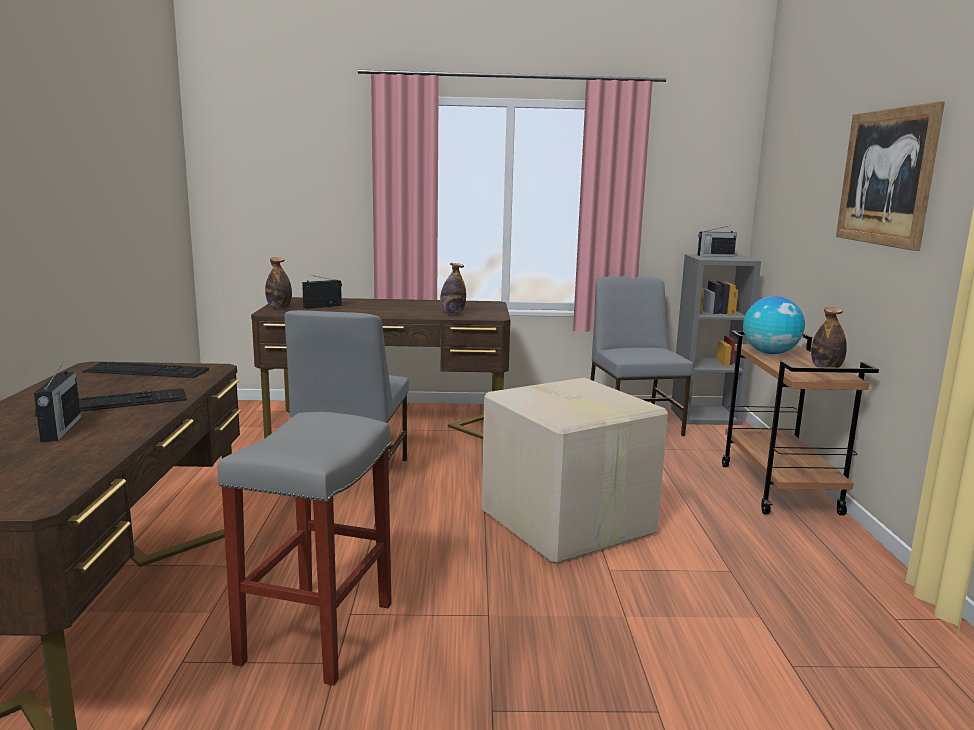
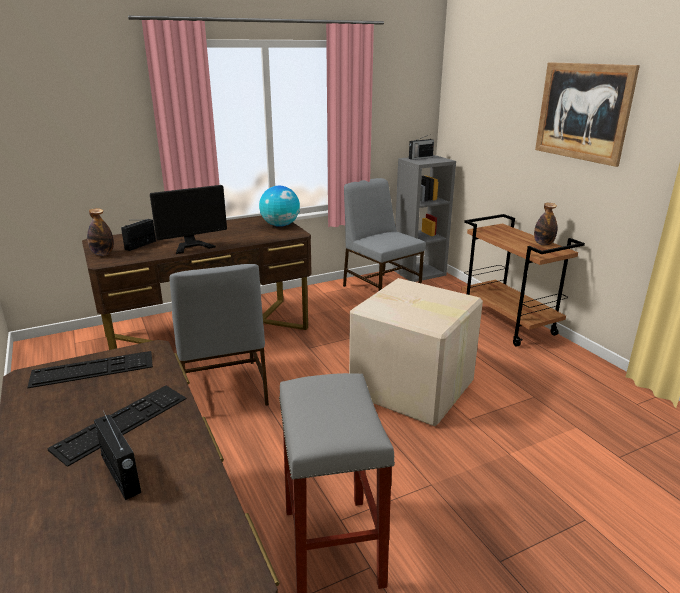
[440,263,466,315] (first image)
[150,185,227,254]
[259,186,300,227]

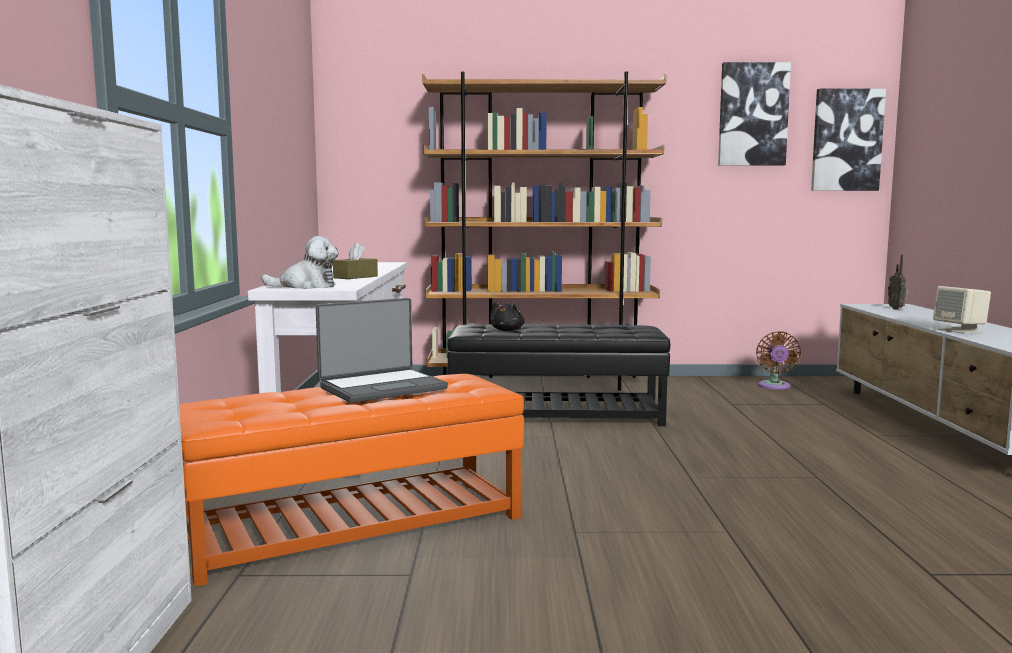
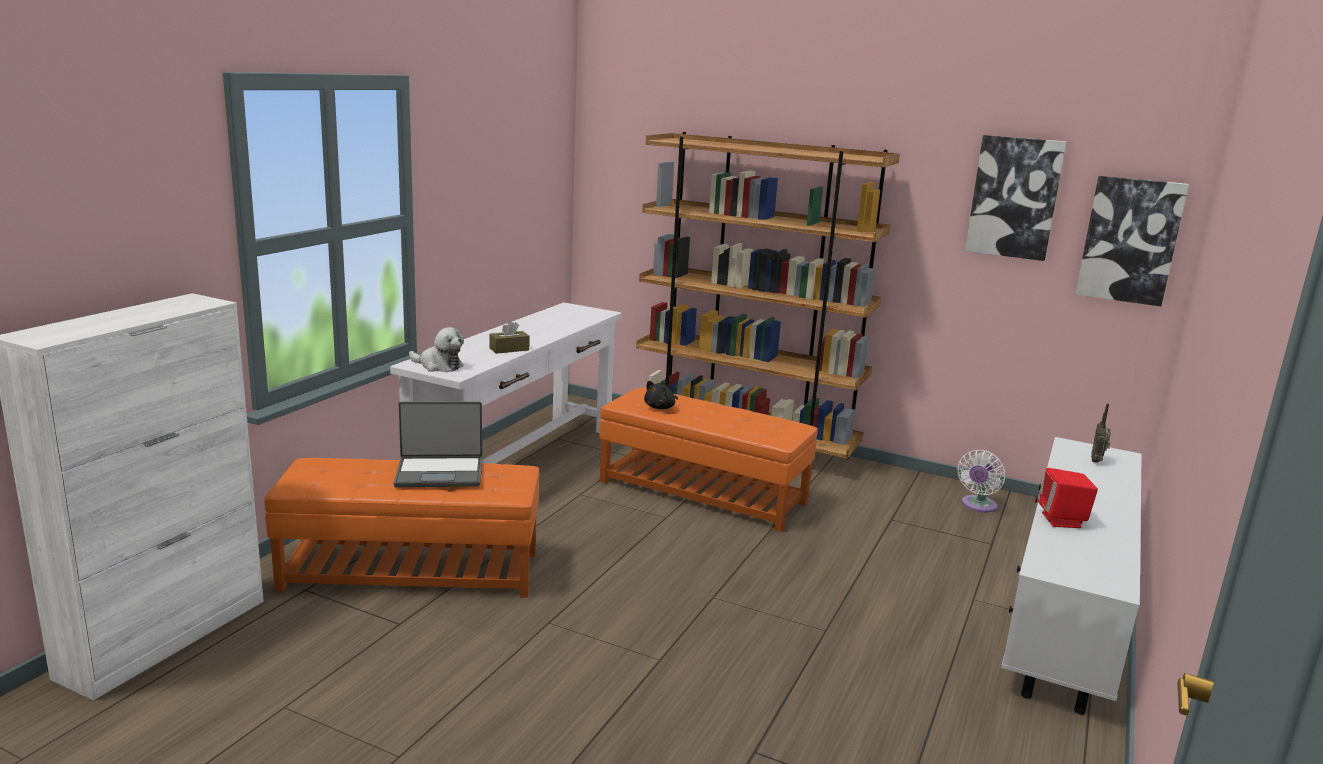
[599,388,818,532]
[957,450,1005,512]
[1037,468,1098,528]

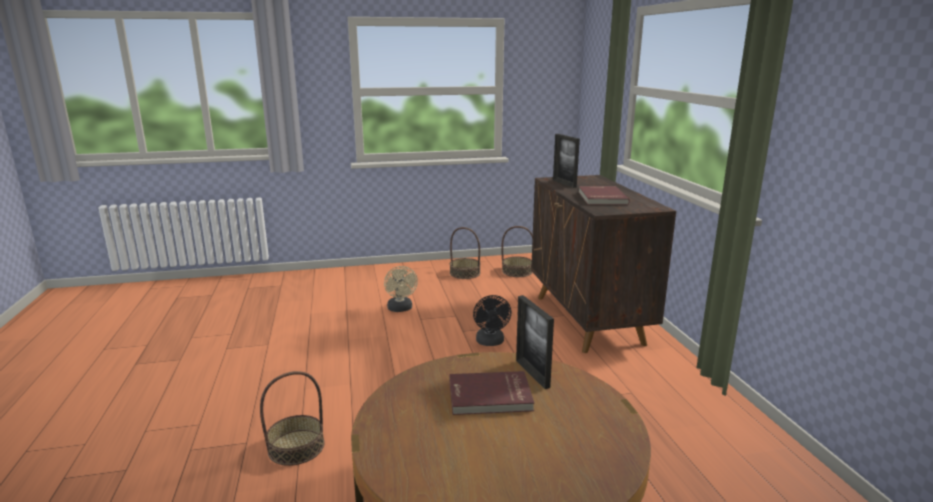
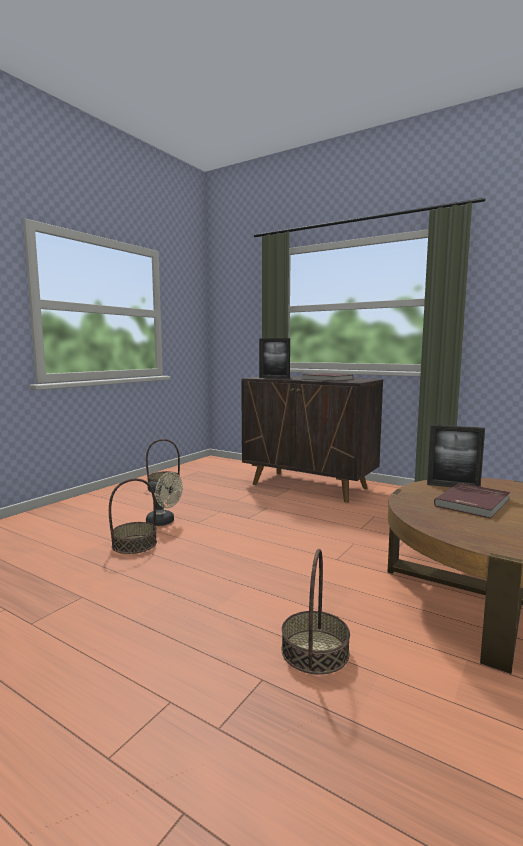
[473,295,511,346] (first image)
[109,478,157,554]

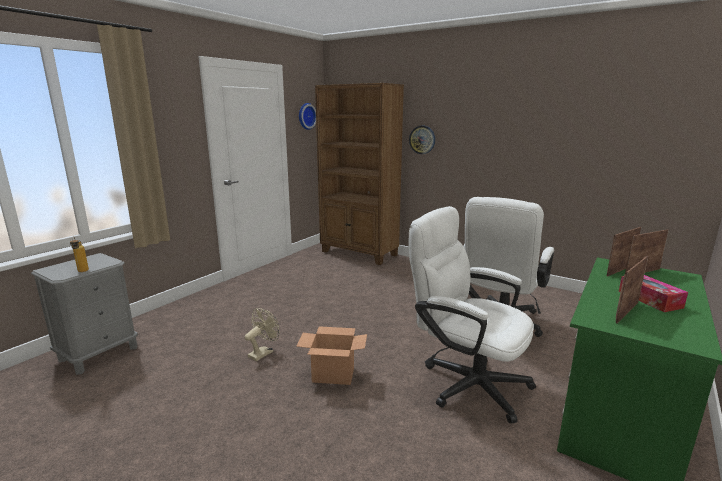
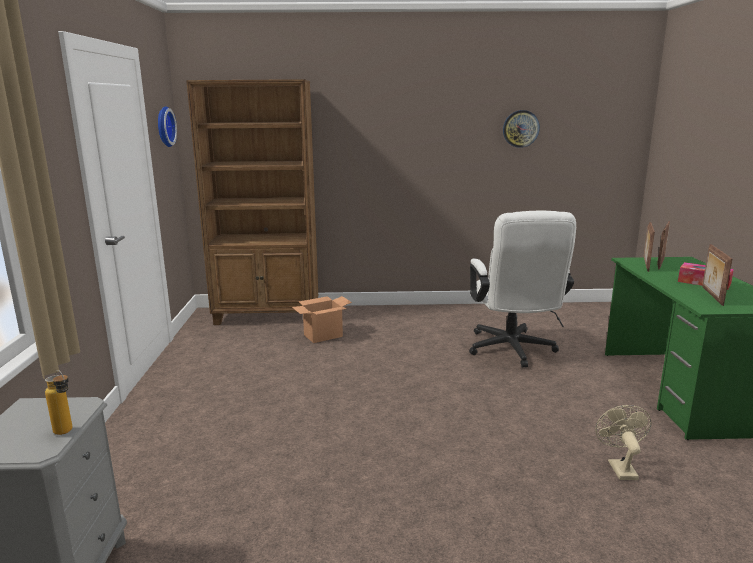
[409,206,536,424] (first image)
[595,405,652,480]
[292,296,352,343]
[503,110,540,148]

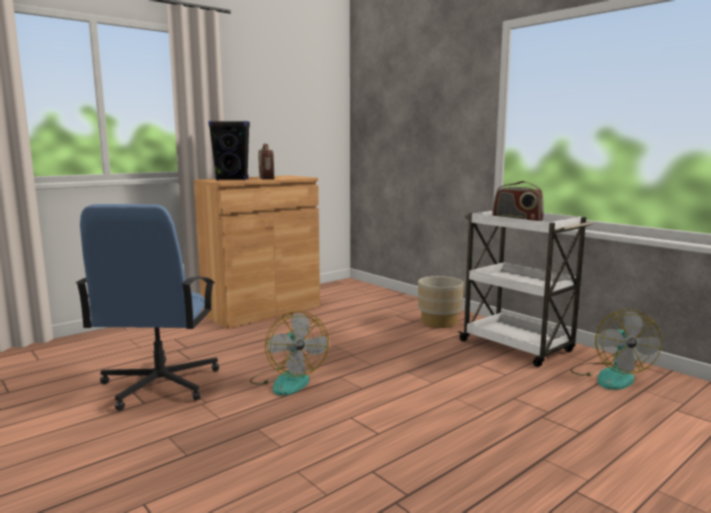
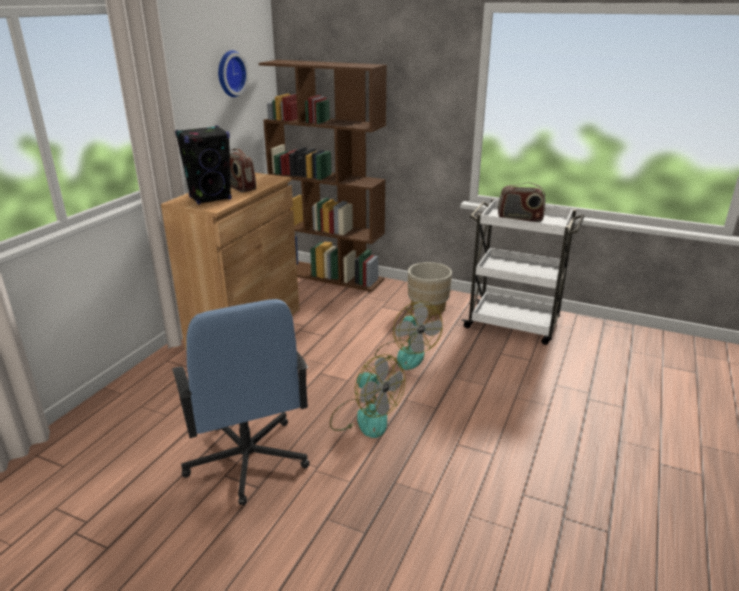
[218,50,249,97]
[259,60,387,292]
[375,301,443,370]

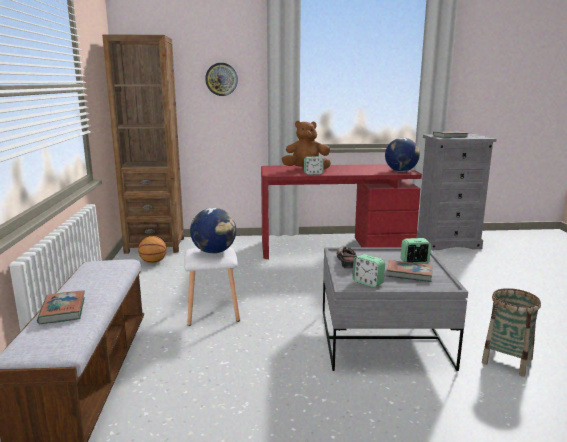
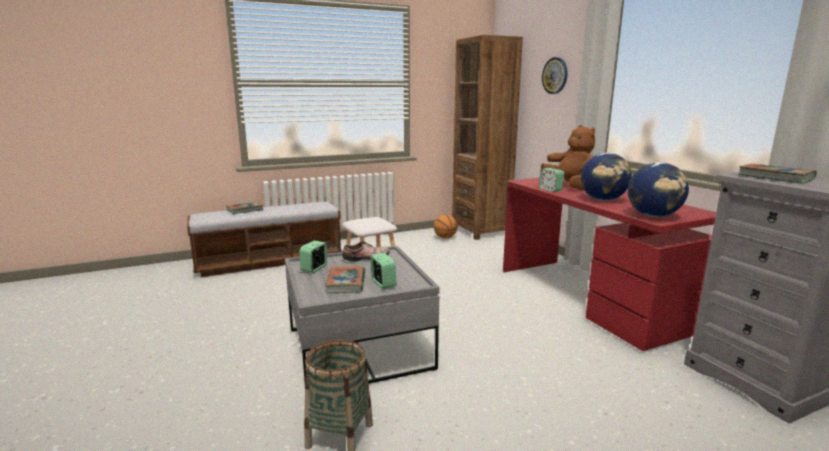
[581,153,632,200]

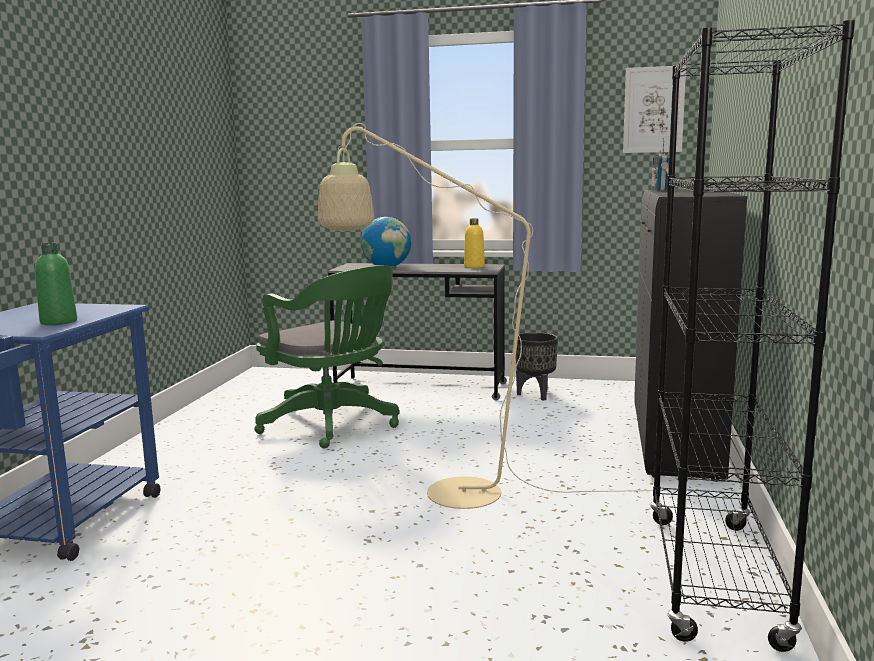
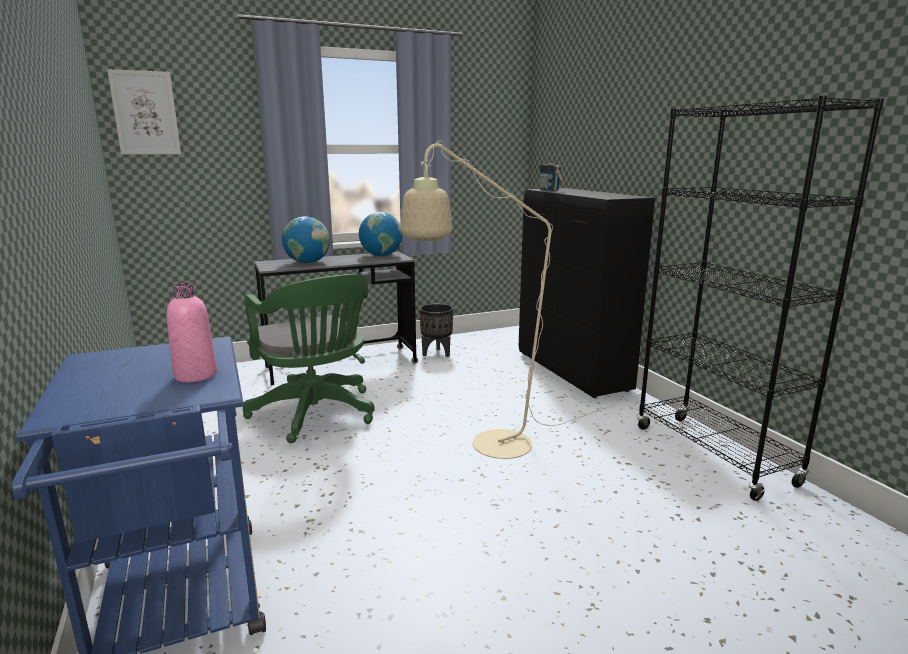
[107,69,181,155]
[359,212,403,256]
[167,283,217,382]
[243,274,375,443]

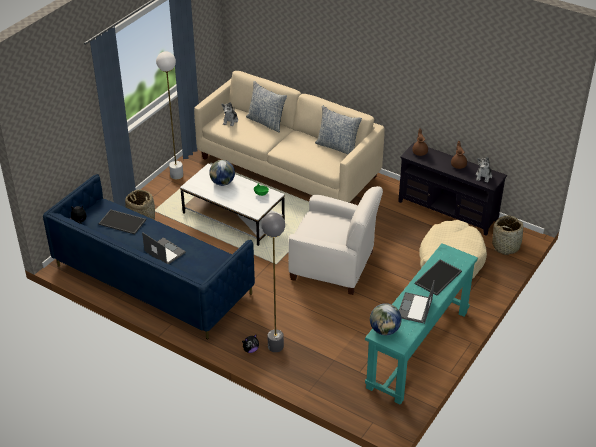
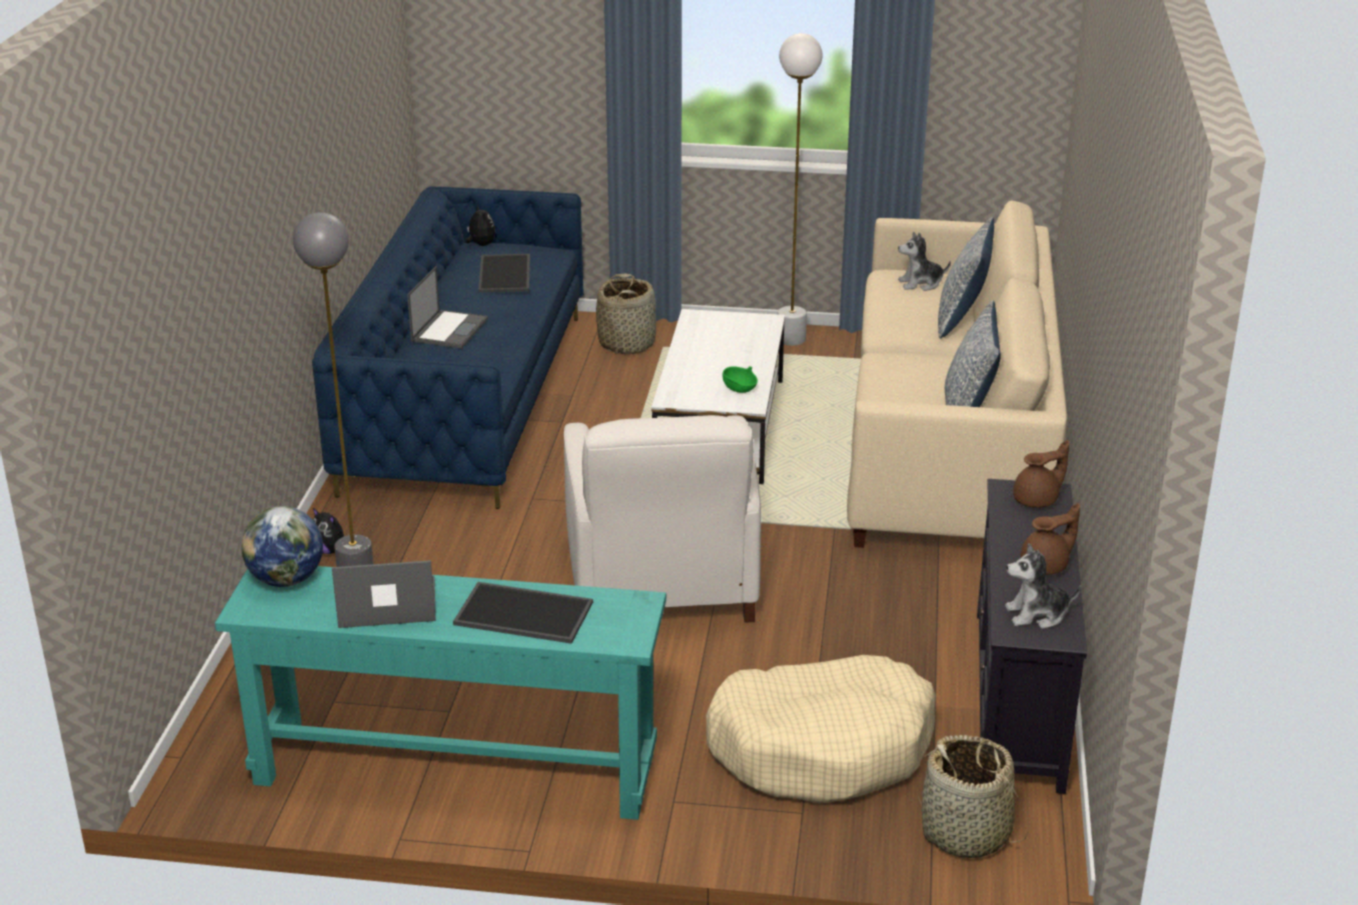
[209,160,235,186] (first image)

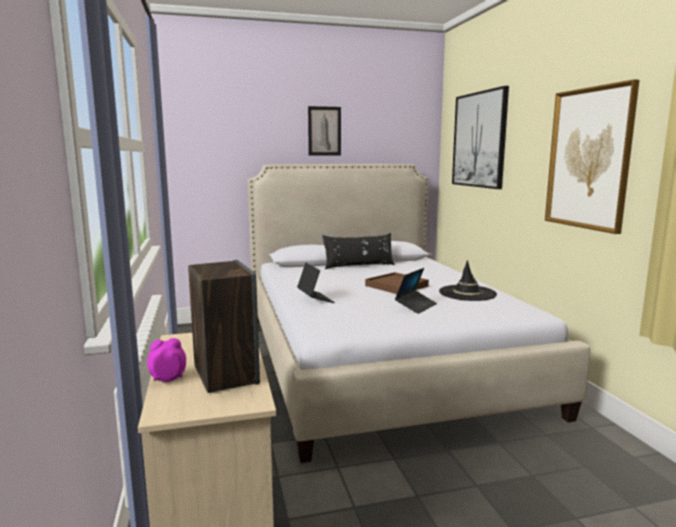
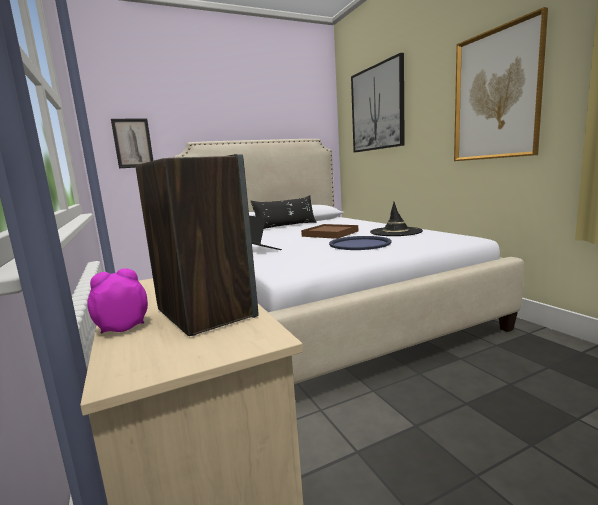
[111,119,153,168]
[329,236,392,250]

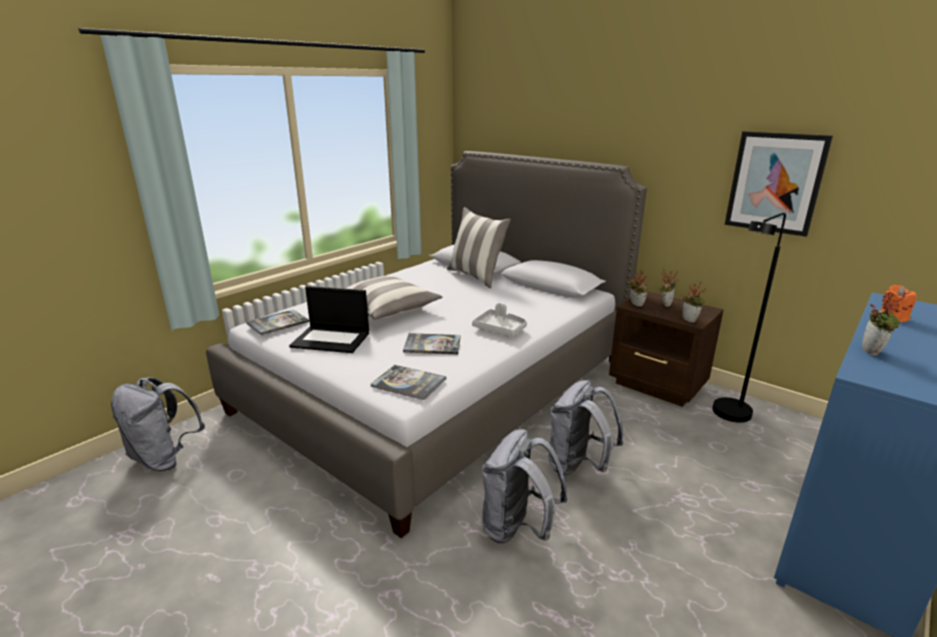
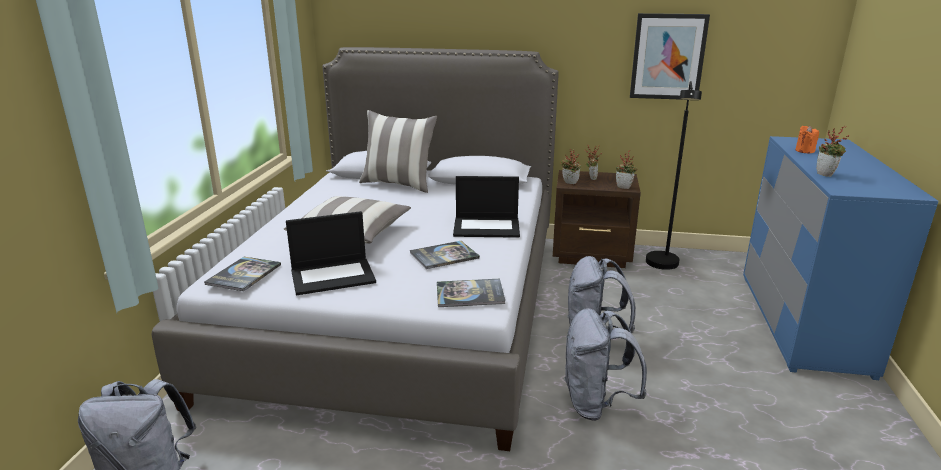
[453,176,520,238]

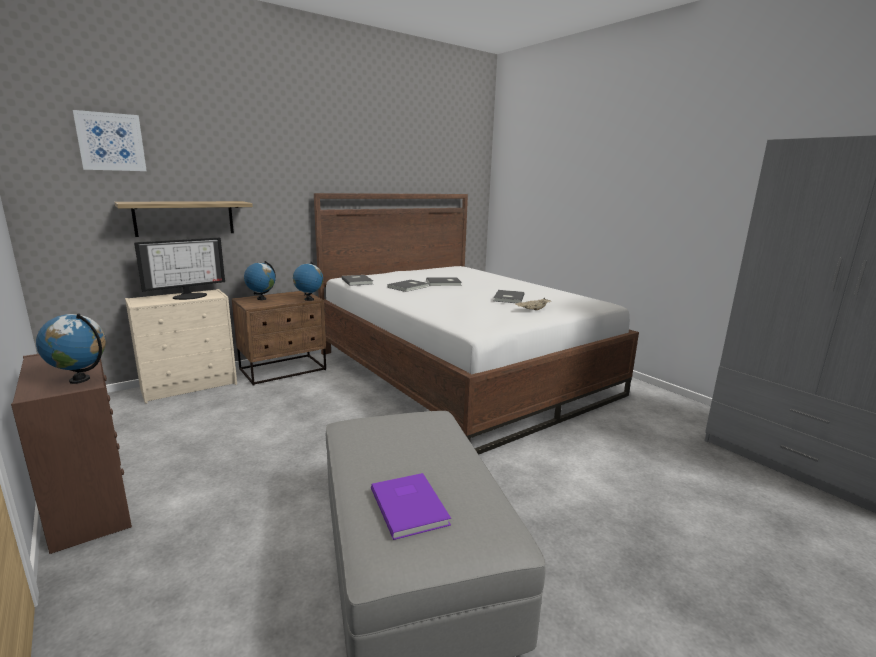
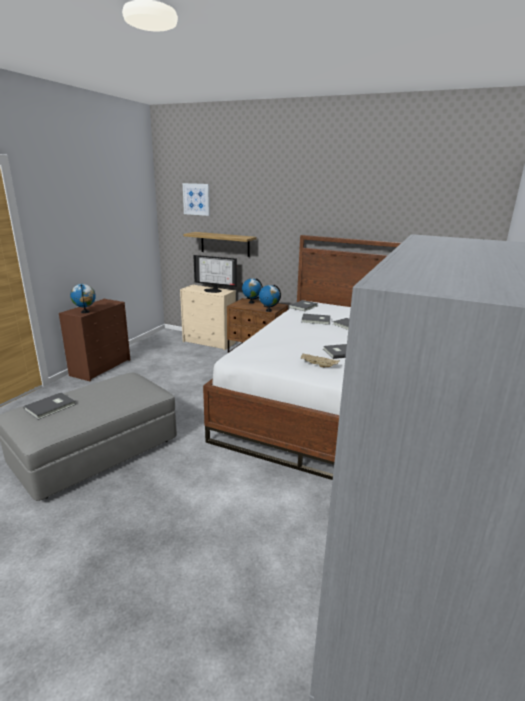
[24,393,76,420]

